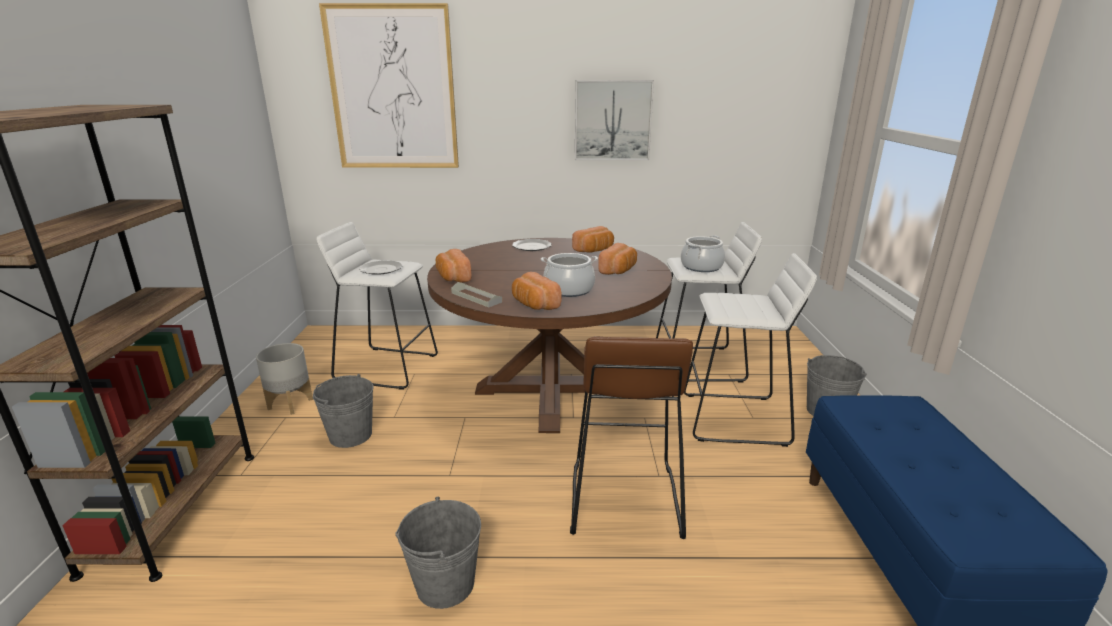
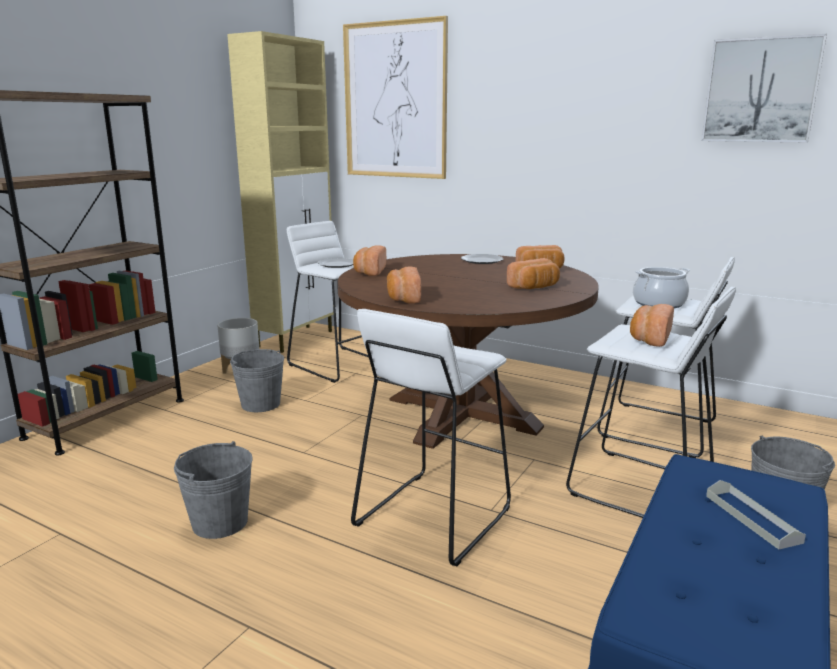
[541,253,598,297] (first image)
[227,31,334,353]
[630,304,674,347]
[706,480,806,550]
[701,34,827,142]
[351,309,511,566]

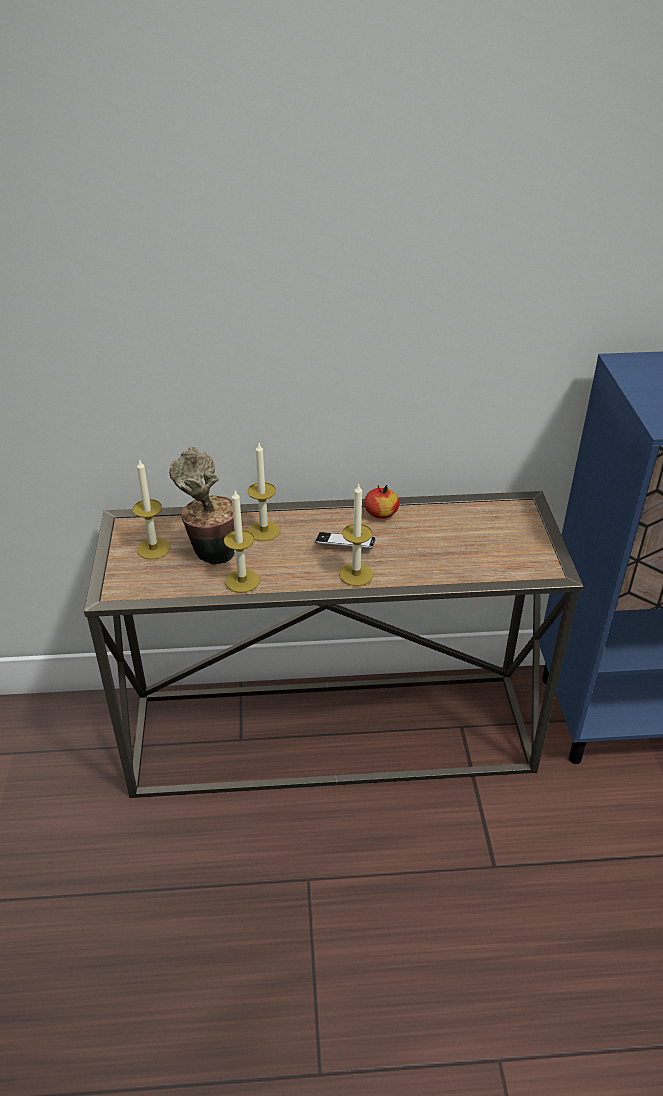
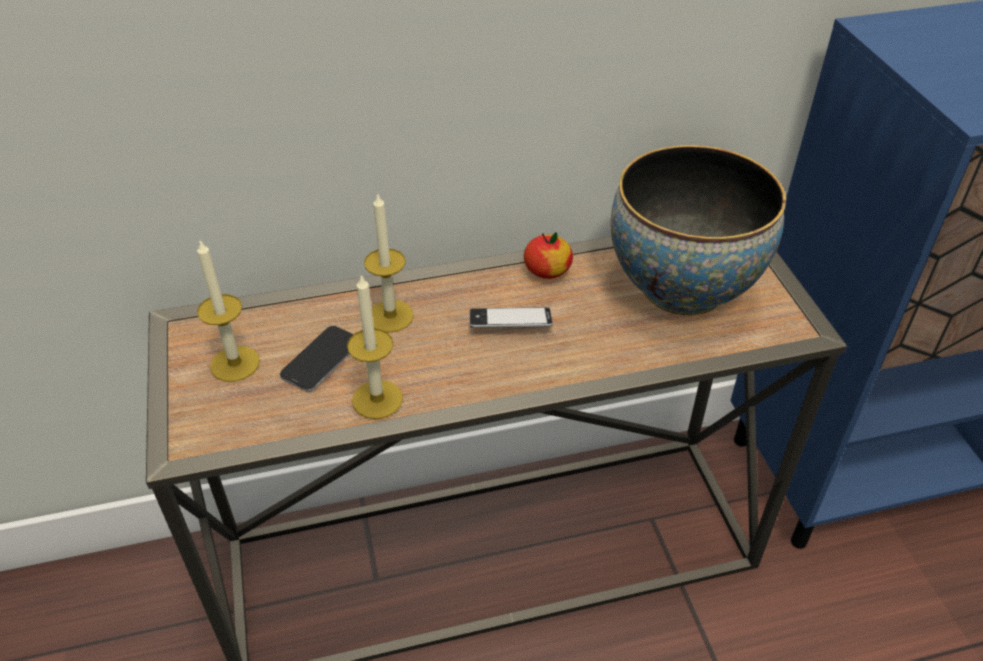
[339,483,374,586] (first image)
[611,145,786,315]
[280,326,354,392]

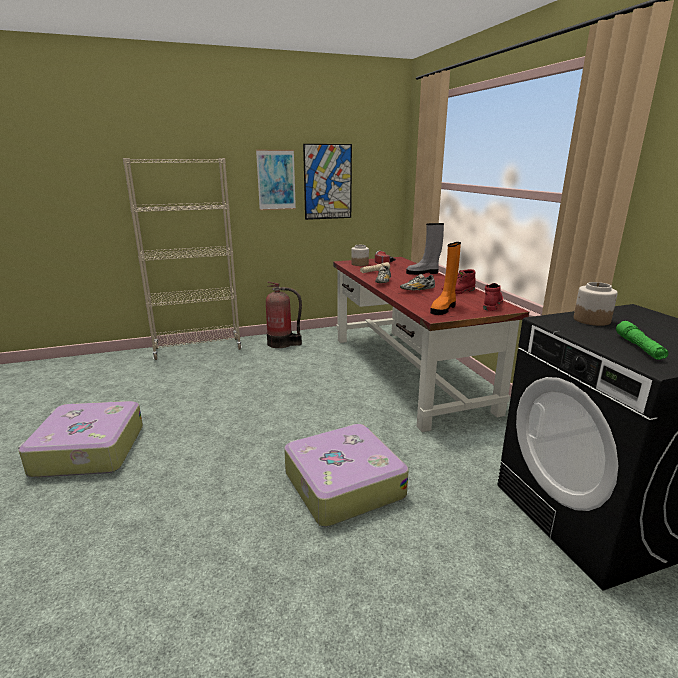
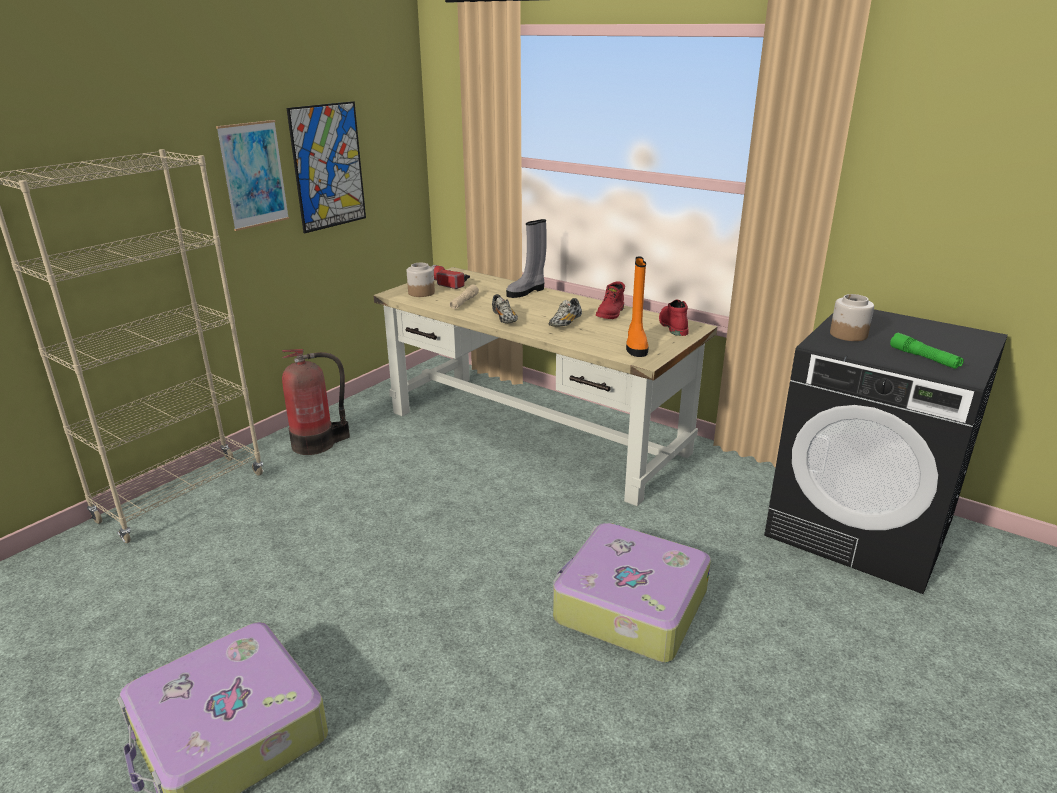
[373,267,718,506]

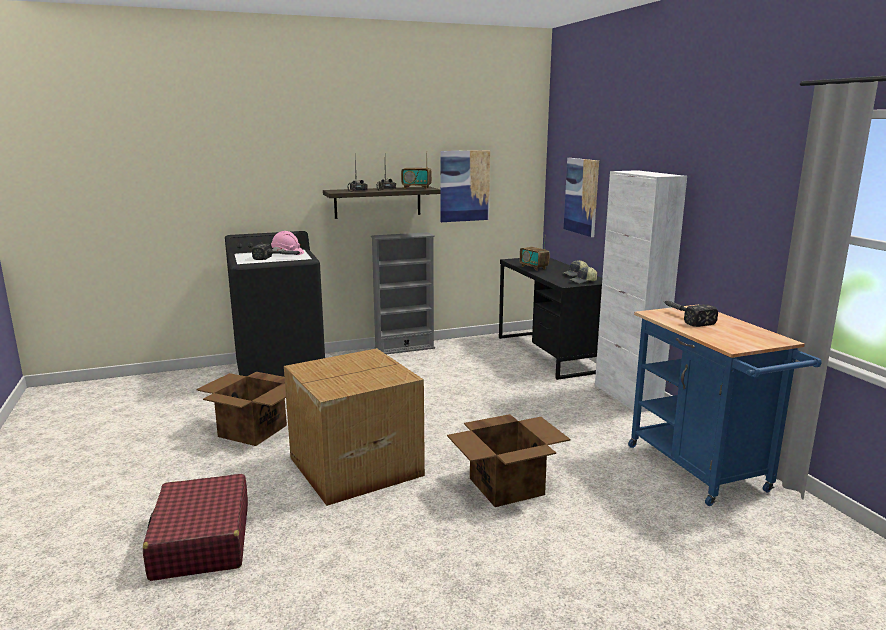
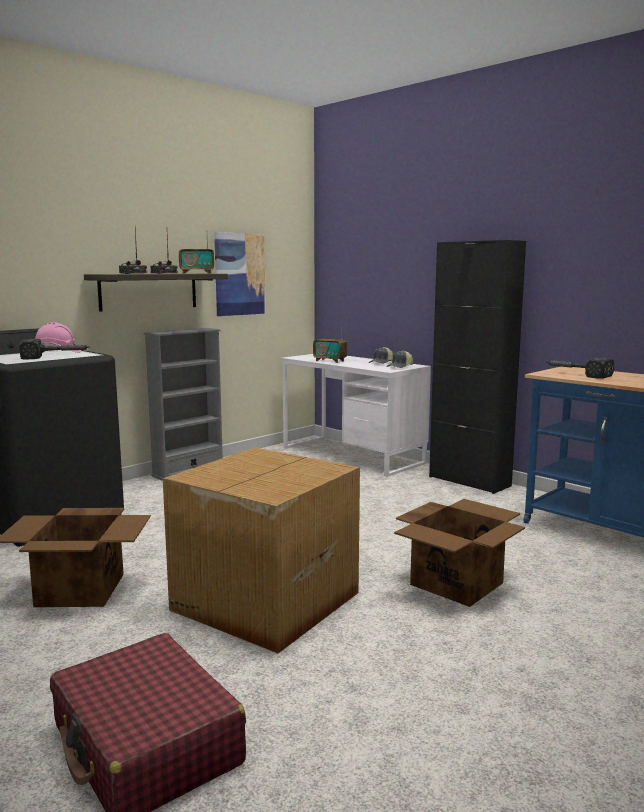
[564,158,599,237] (first image)
[281,354,431,477]
[429,240,526,494]

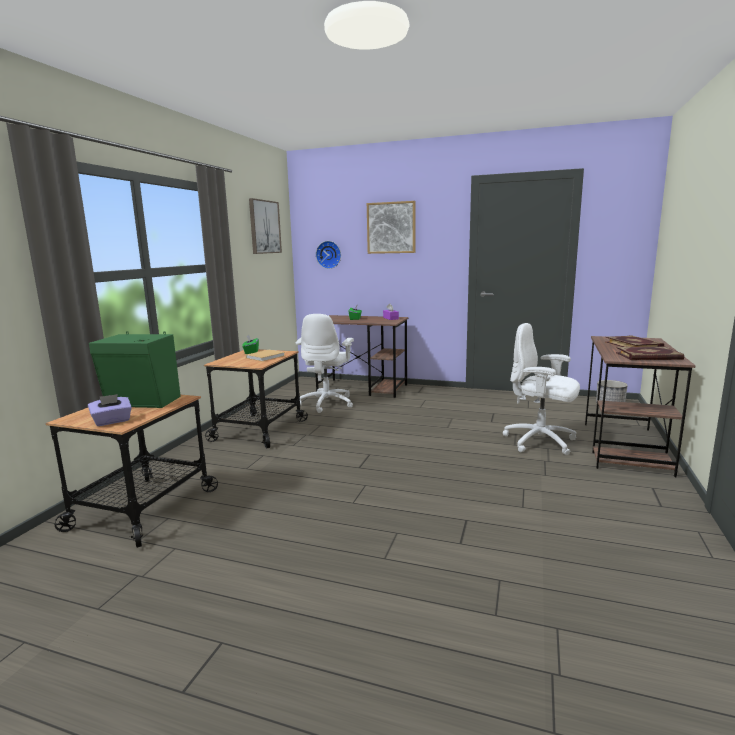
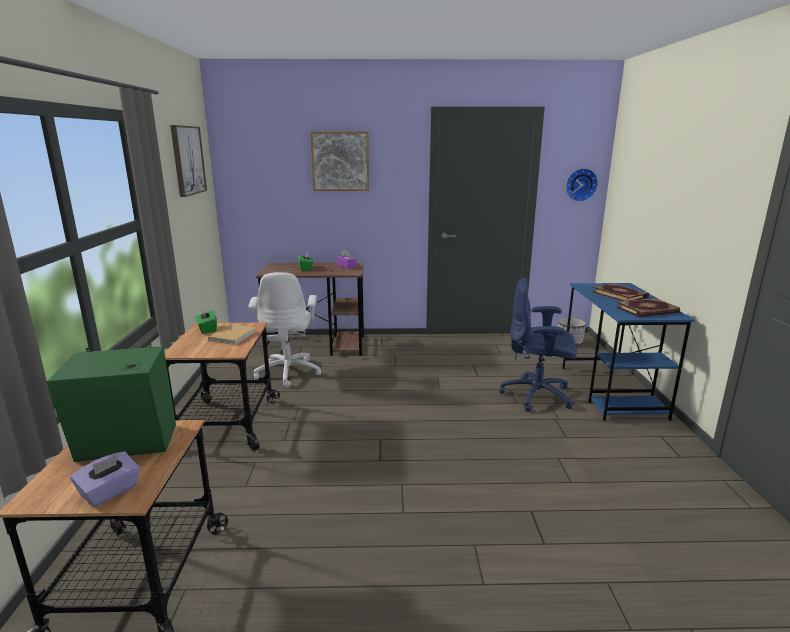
[566,168,598,202]
[500,278,577,412]
[562,283,695,421]

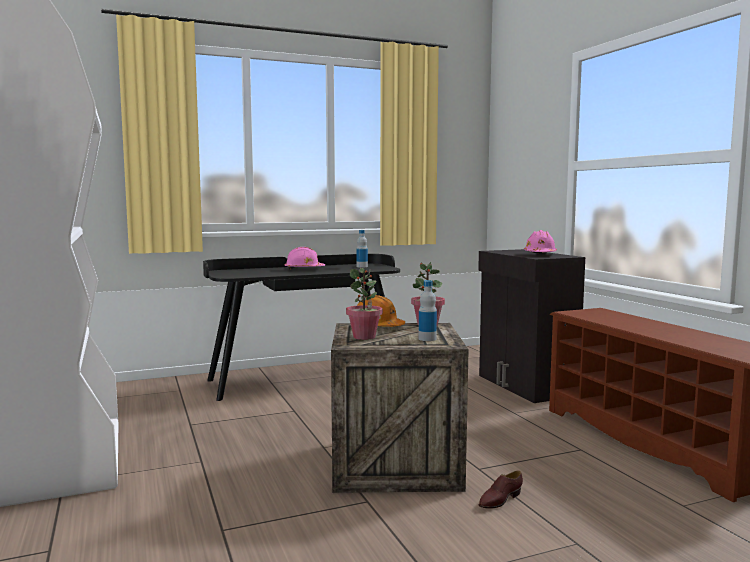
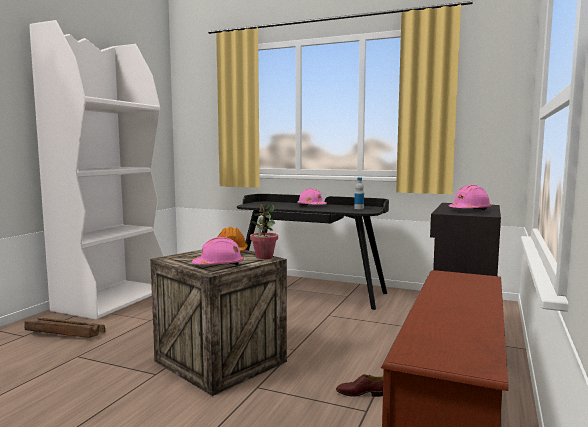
[346,268,383,340] (first image)
[24,317,106,338]
[336,374,383,397]
[192,237,244,266]

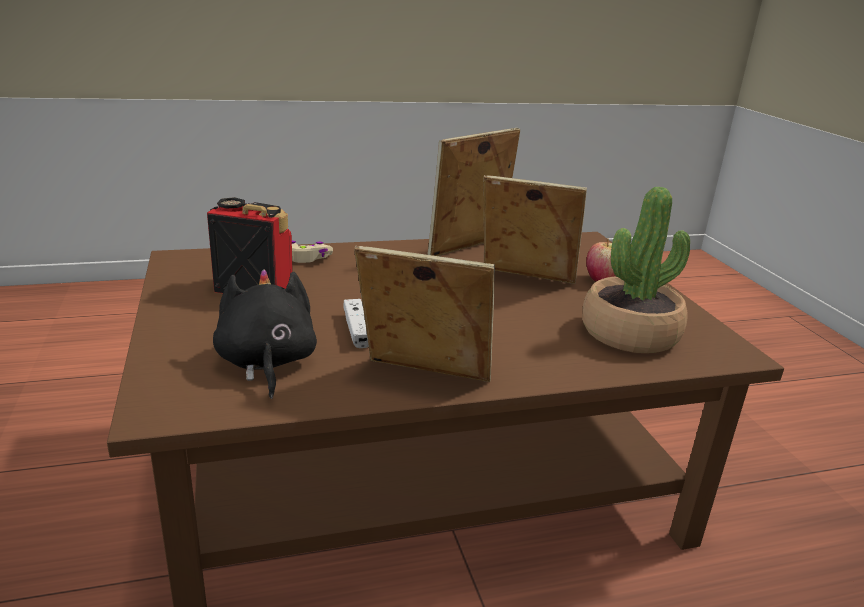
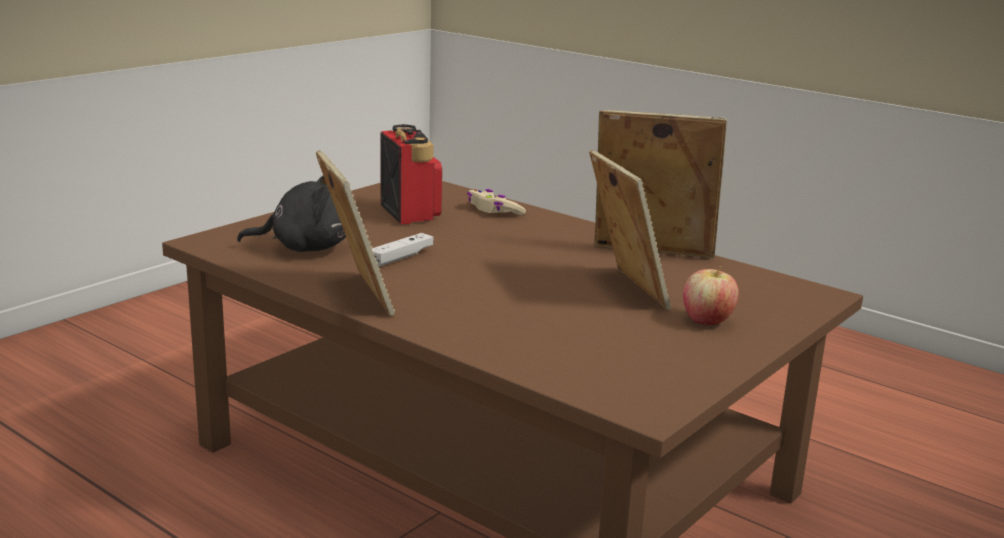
[582,187,690,353] (first image)
[237,176,350,252]

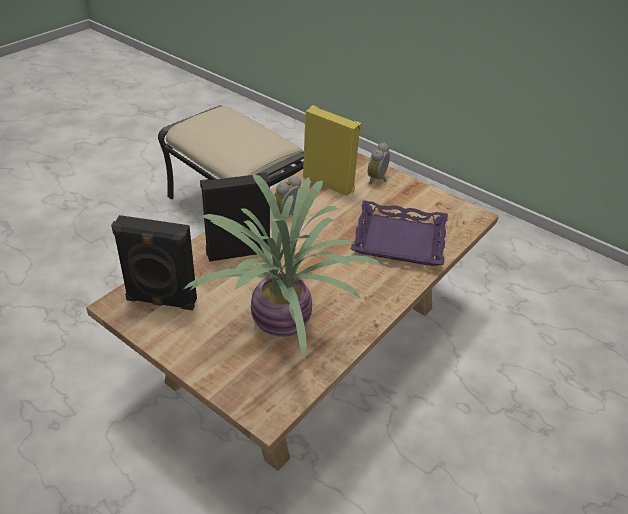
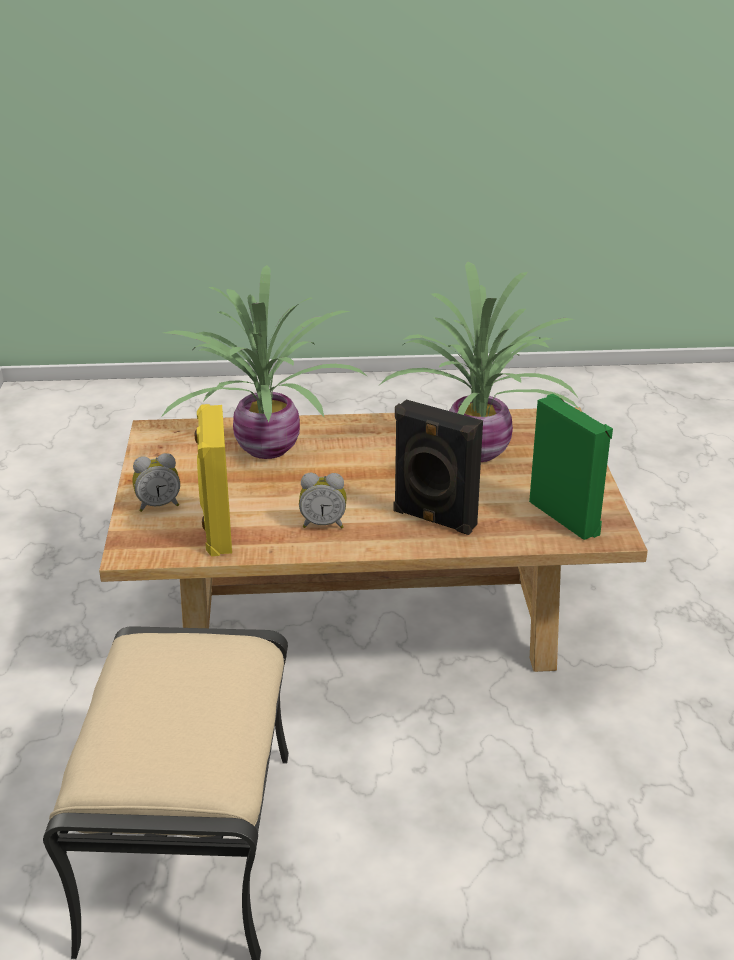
[161,265,368,459]
[529,394,613,540]

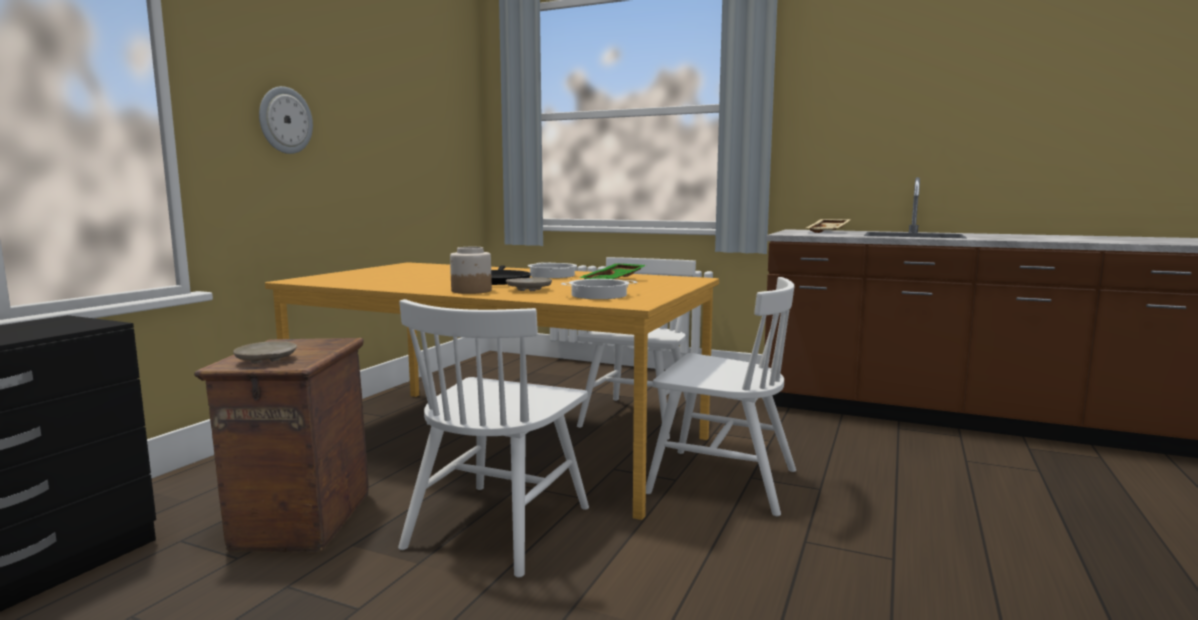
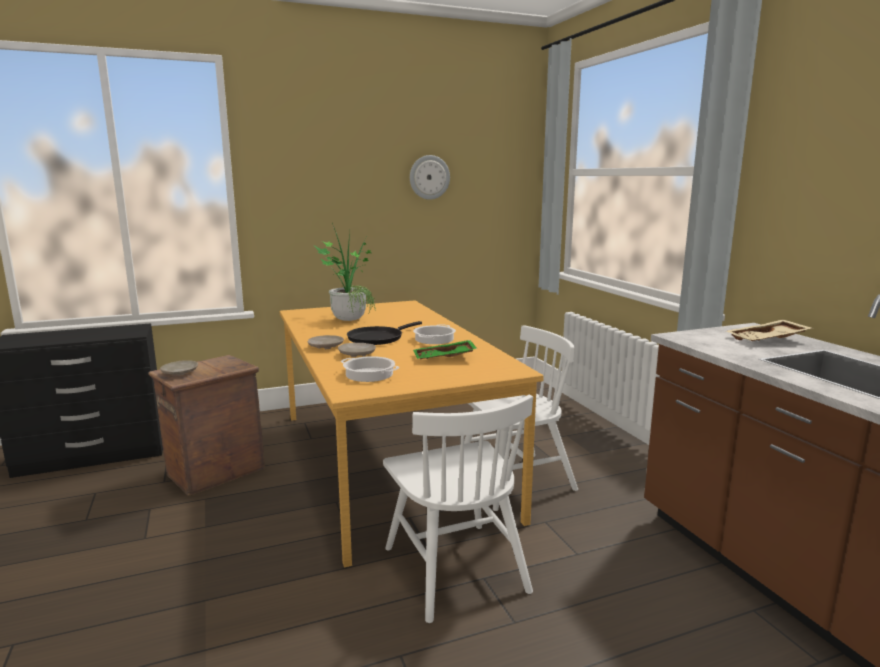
[398,299,589,578] (first image)
[315,223,376,321]
[410,155,450,200]
[307,335,344,349]

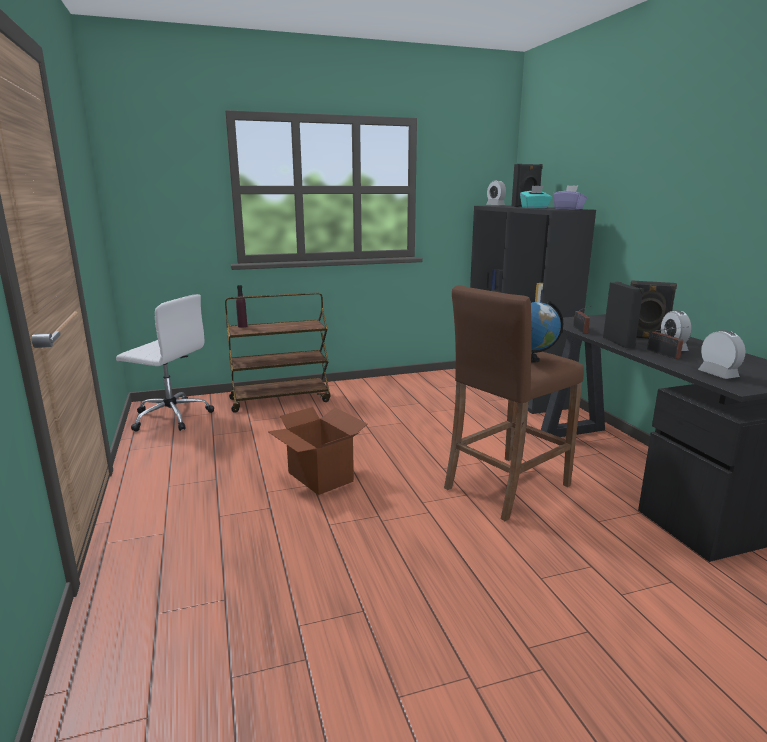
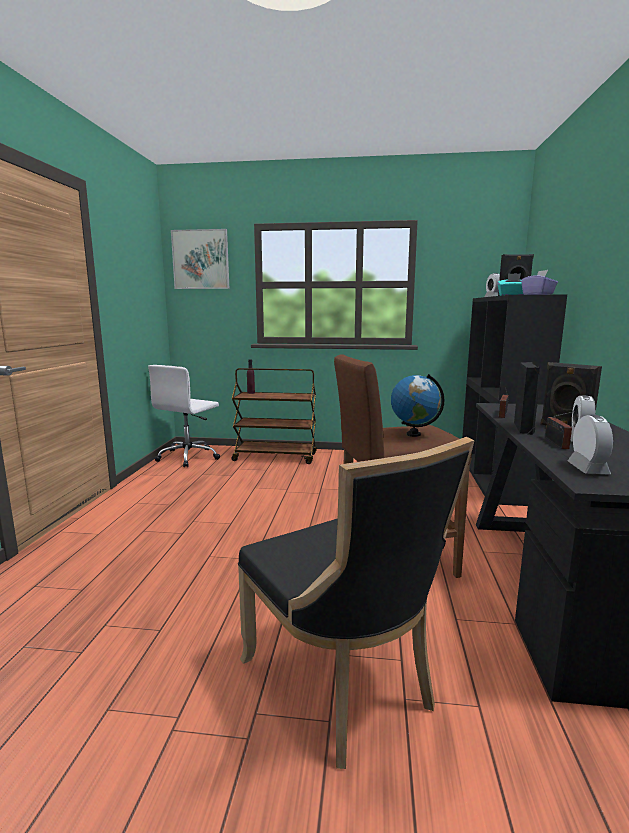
[268,407,368,495] (first image)
[171,229,229,289]
[238,437,475,769]
[148,365,220,467]

